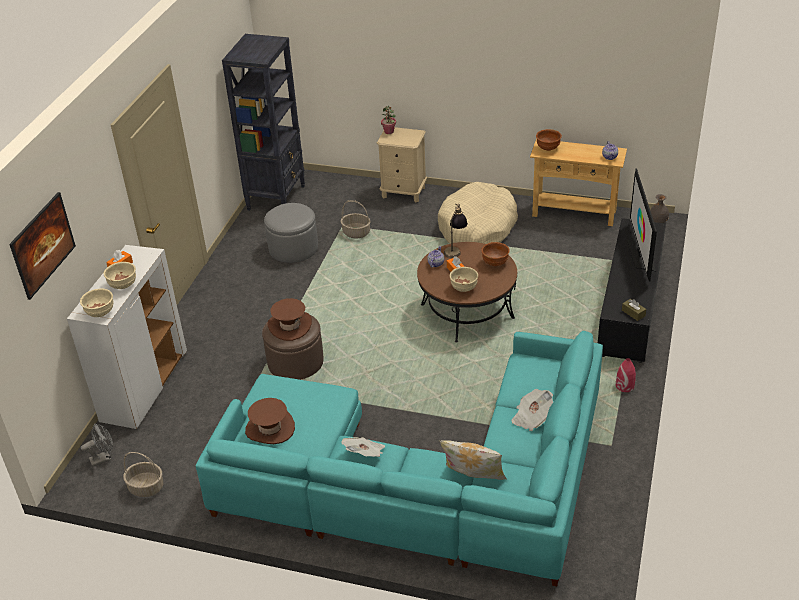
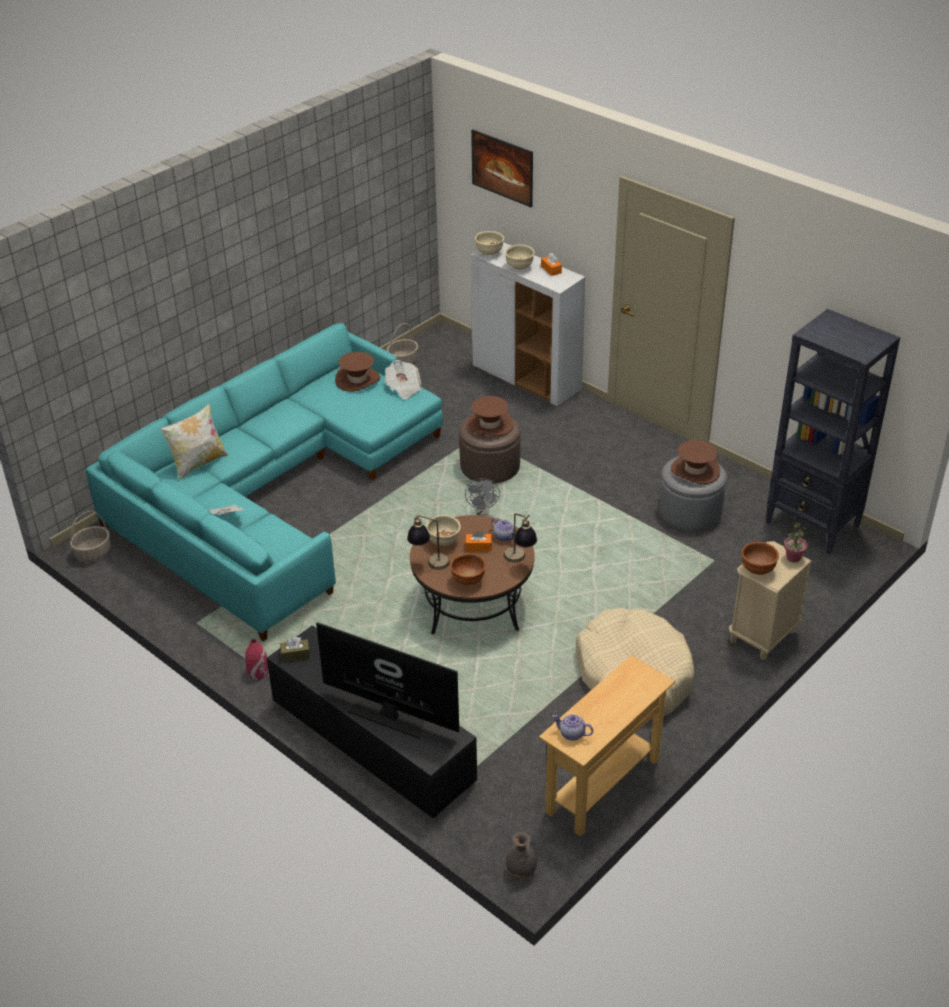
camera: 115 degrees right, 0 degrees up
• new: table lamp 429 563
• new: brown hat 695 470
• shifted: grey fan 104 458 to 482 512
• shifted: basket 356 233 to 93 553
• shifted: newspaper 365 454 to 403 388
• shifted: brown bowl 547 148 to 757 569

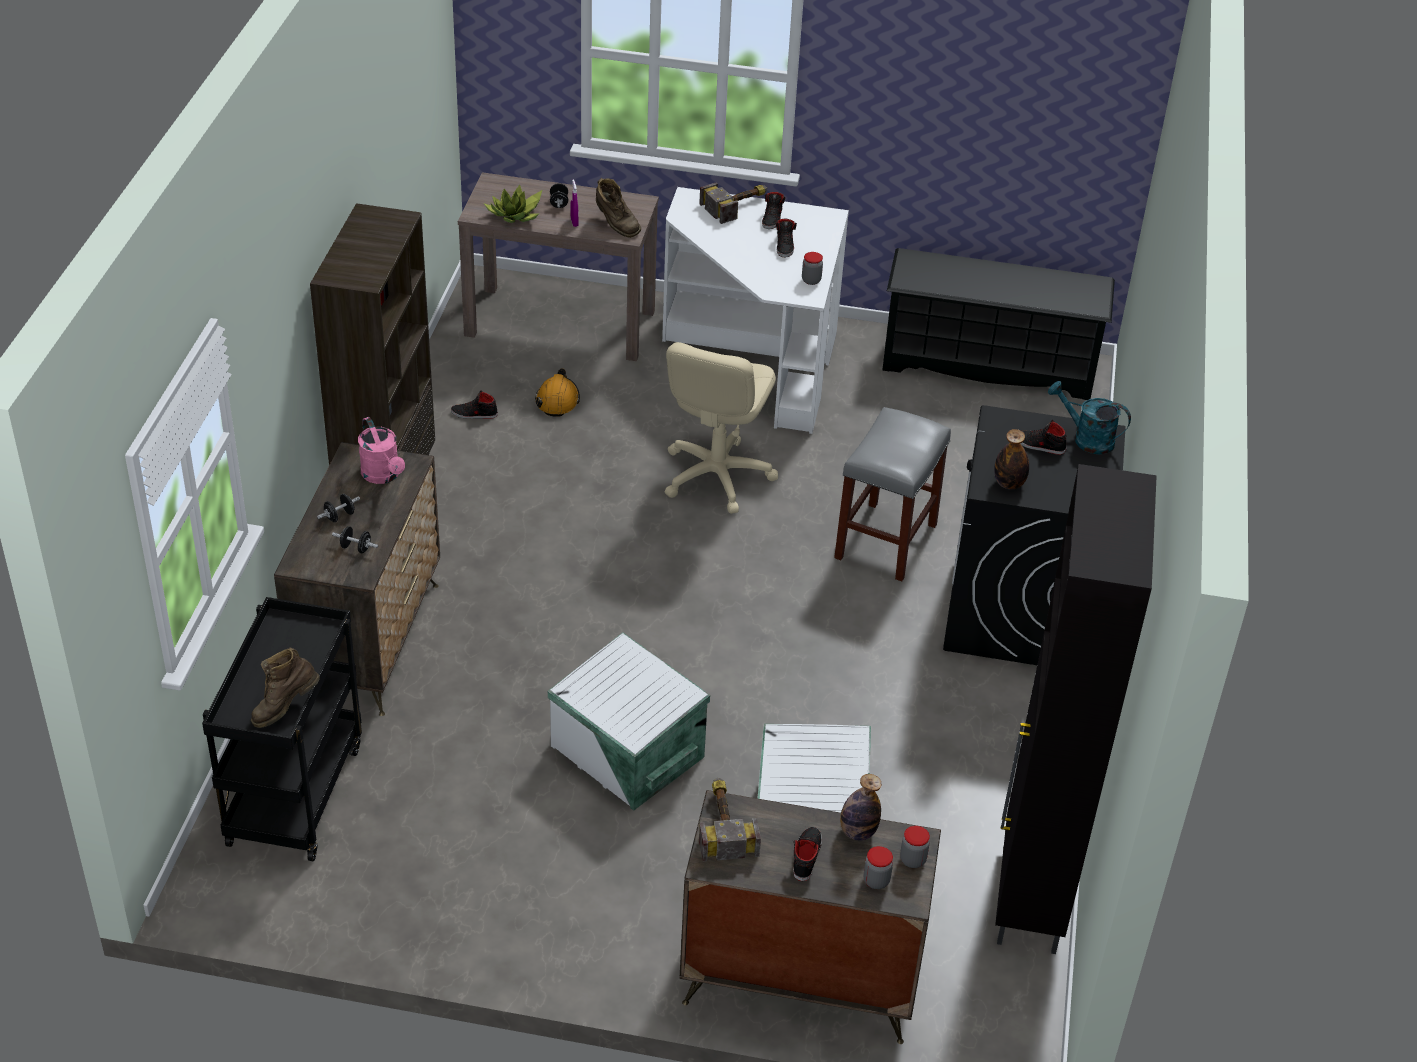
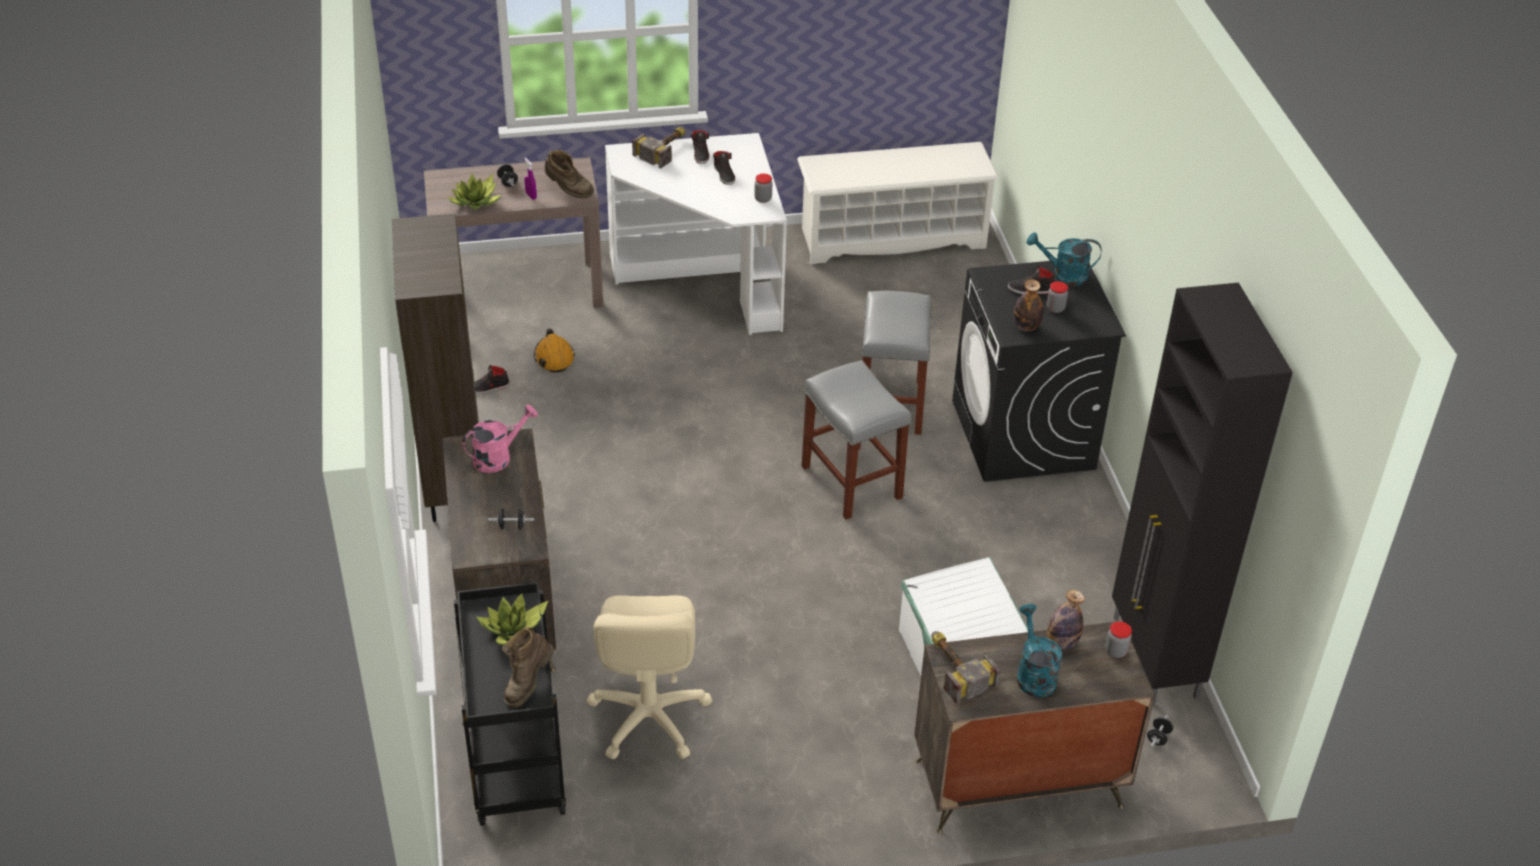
camera: 20 degrees left, 0 degrees up
• gone: white storage box 627 753
• new: potted plant 514 630
• new: grey stool 853 483
• shifted: black dumbbell 339 516 to 1158 738
• shifted: beige office chair 716 476 to 648 717
• shifted: jar 876 881 to 1055 308
• swapped: black shoe 806 856 to turquoise watering can 1033 674
• repainted: black shoe rack 989 364 to white shoe rack 892 238
• rotated: pink watering can 383 476 = 498 457 75 degrees counterclockwise

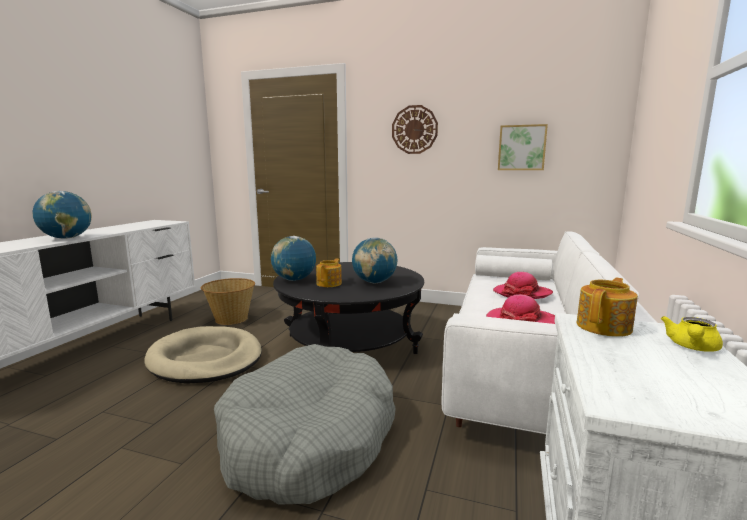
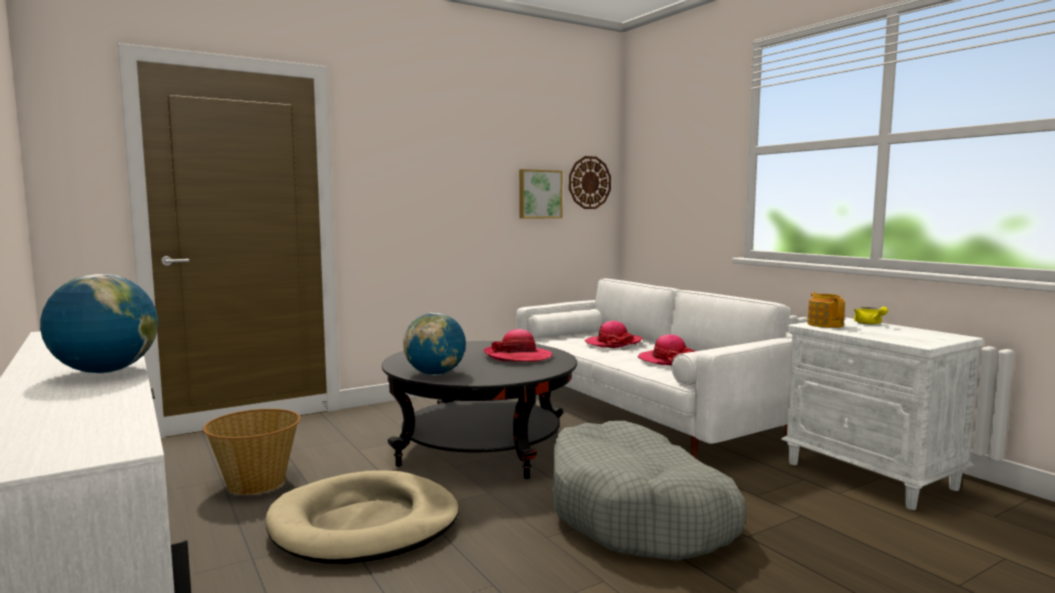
camera: 50 degrees left, 5 degrees down
• gone: teapot 329 283
• shifted: wall clock 414 129 to 589 182
• swapped: globe 374 282 to hat 518 357

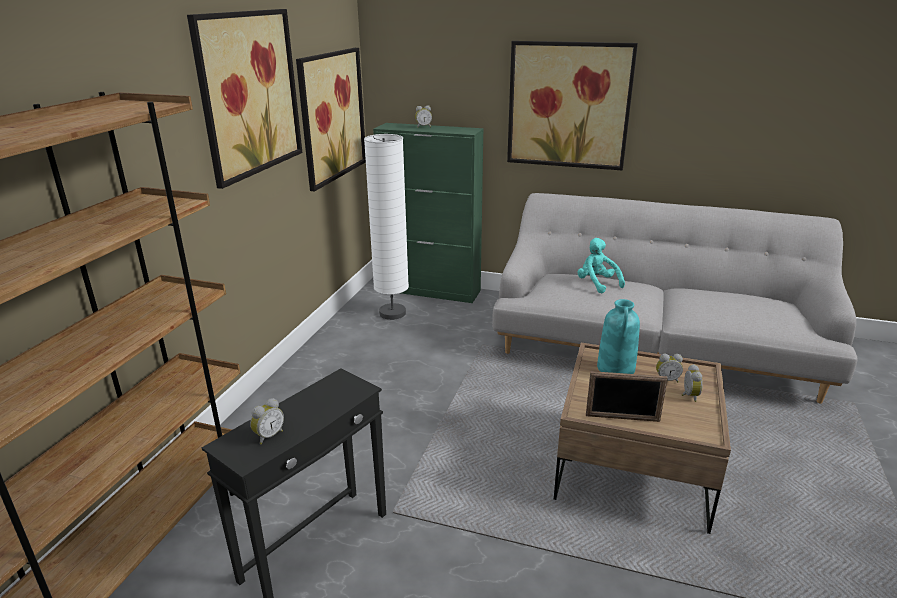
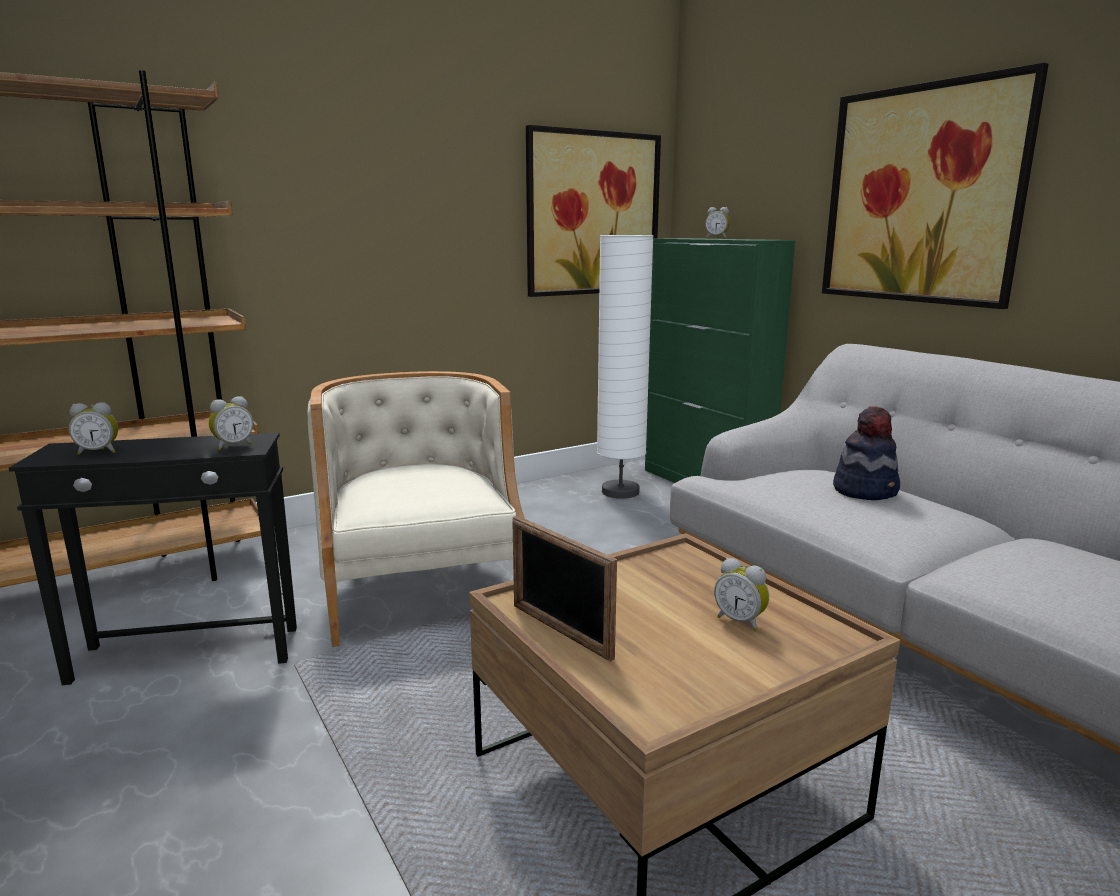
camera: 40 degrees right, 10 degrees down
• gone: picture 249 94
• gone: turquoise vase 616 369
• new: beige armchair 422 588
• shifted: alarm clock 688 396 to 233 446
• swapped: turquoise plush toy 597 284 to hat 865 490

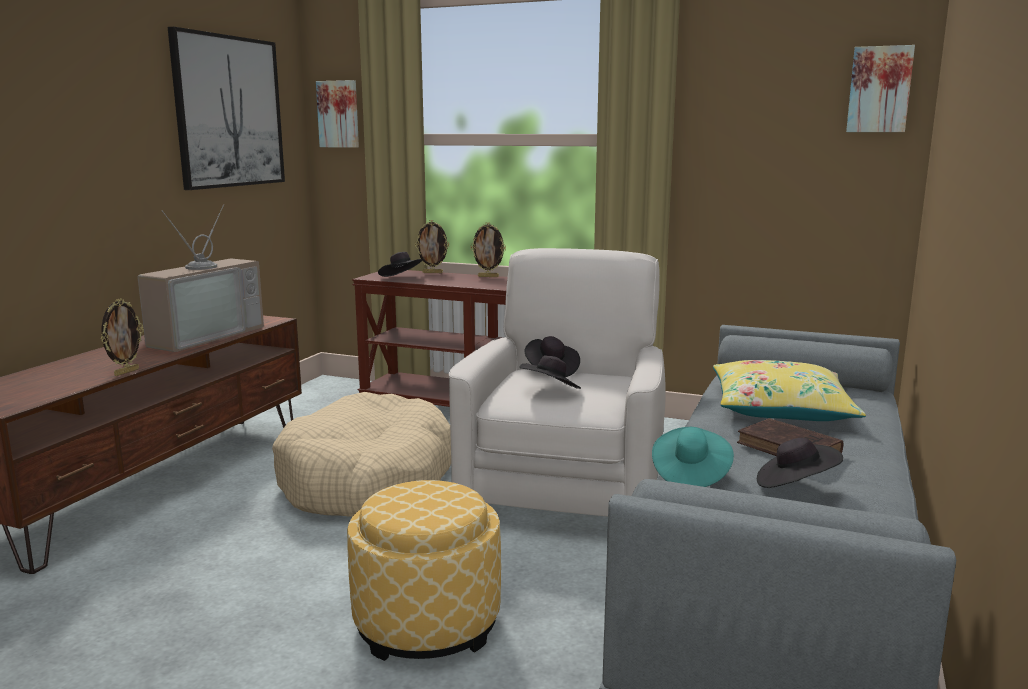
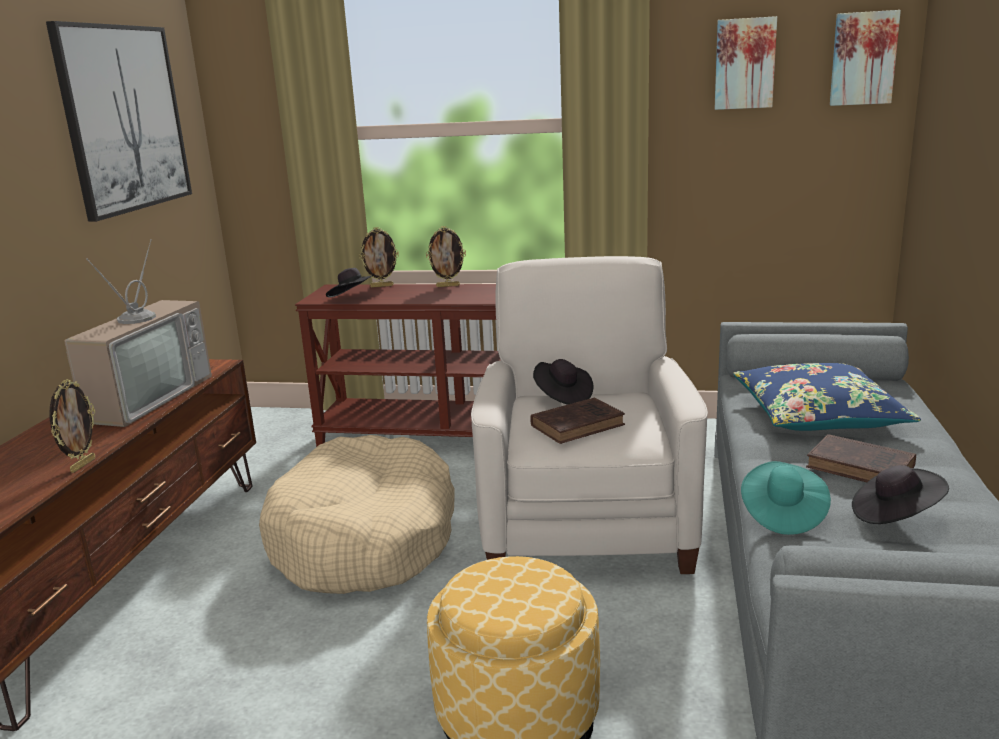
camera: 10 degrees left, 5 degrees up
• shifted: picture 339 114 to 744 64
• swapped: black hat 550 391 to brown book 579 425
• repainted: yellow pillow 780 408 to blue pillow 818 415

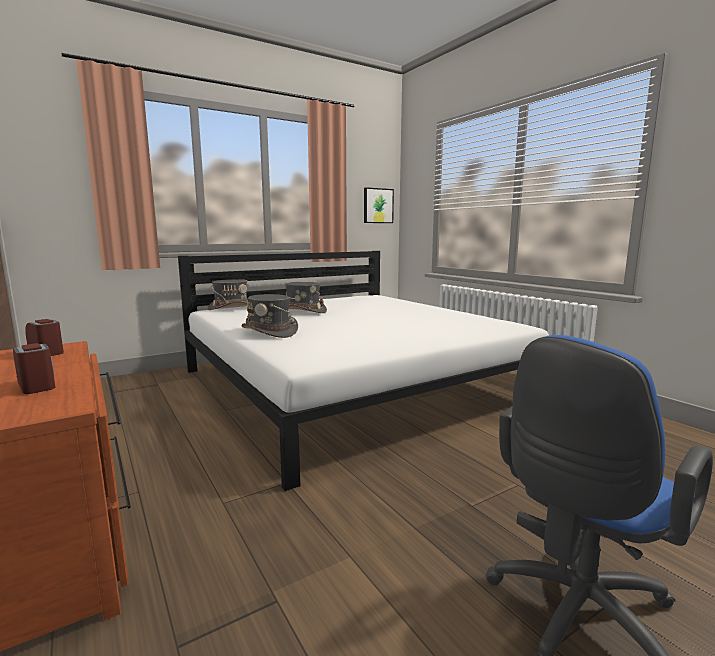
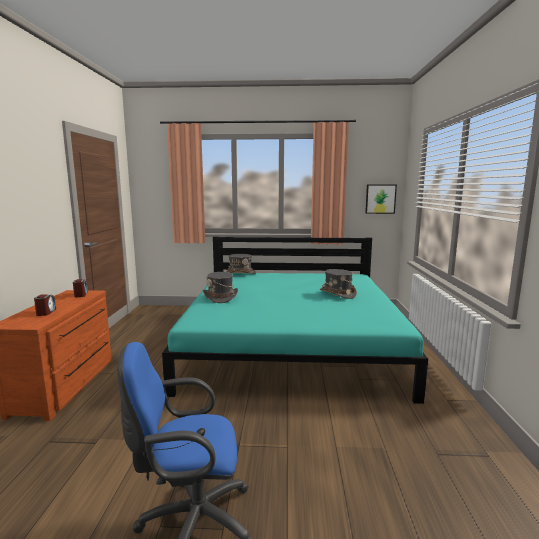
camera: 35 degrees right, 0 degrees up
• shifted: grey hat 303 311 to 337 294
• repainted: white bed 350 385 to turquoise bed 291 344

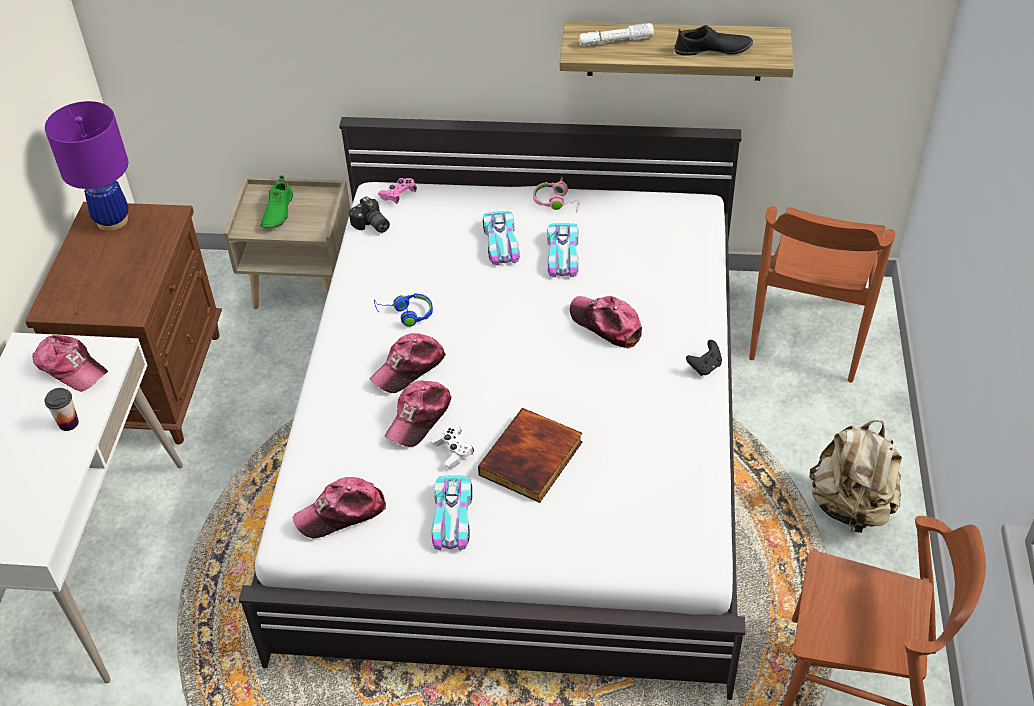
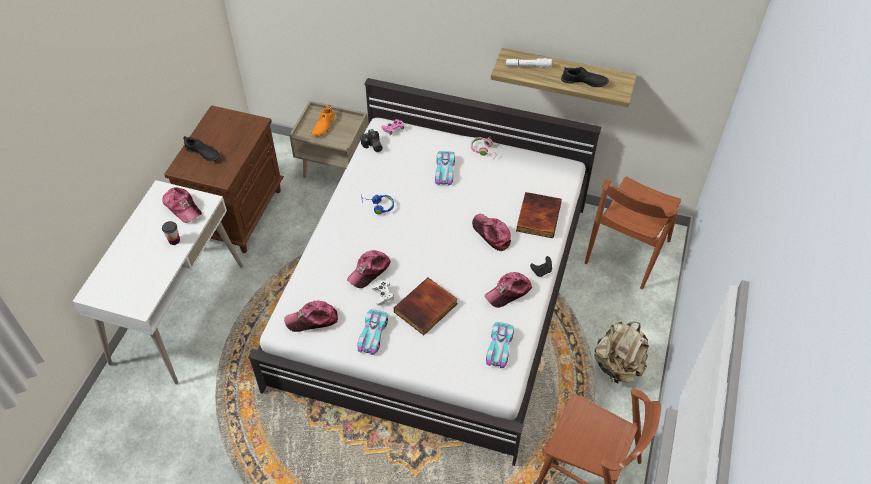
camera: 10 degrees right, 5 degrees up
• gone: purple table lamp 112 221
• new: black shoe 202 153
• new: book 537 216
• shifted: cap 409 368 to 508 292
• shifted: toy car 563 255 to 499 347
• repainted: green shoe 277 212 to orange shoe 323 126

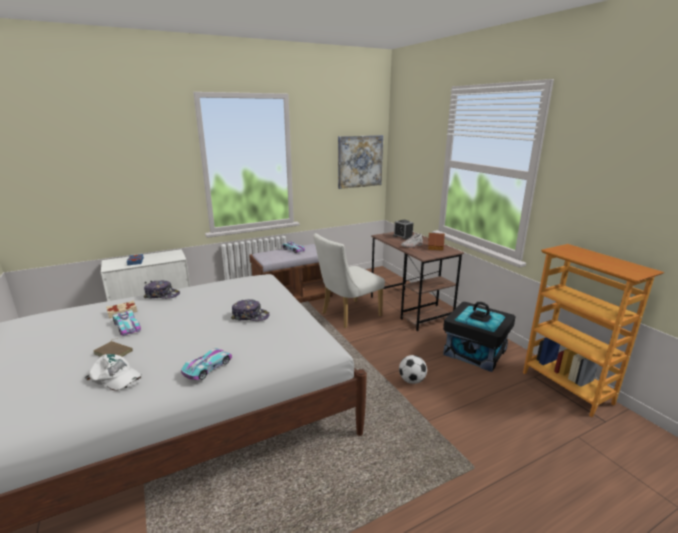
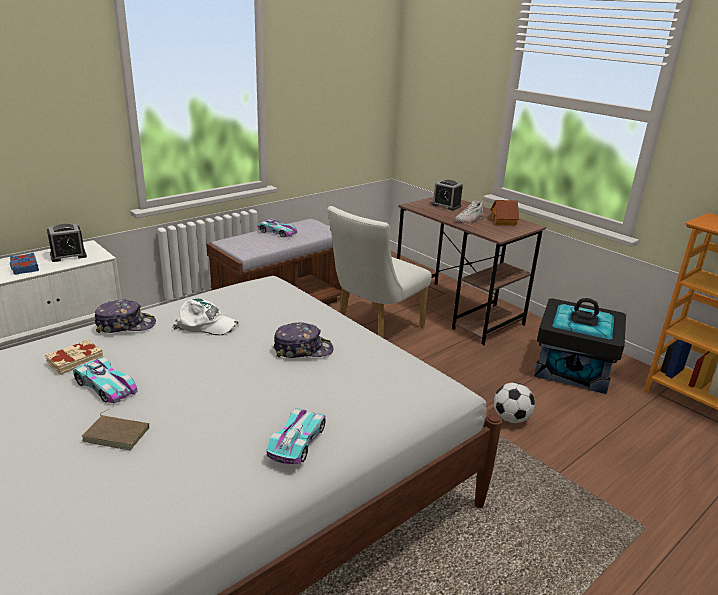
camera: 15 degrees left, 5 degrees up
• gone: picture 360 161
• new: alarm clock 68 255
• shifted: white cap 115 377 to 206 325

